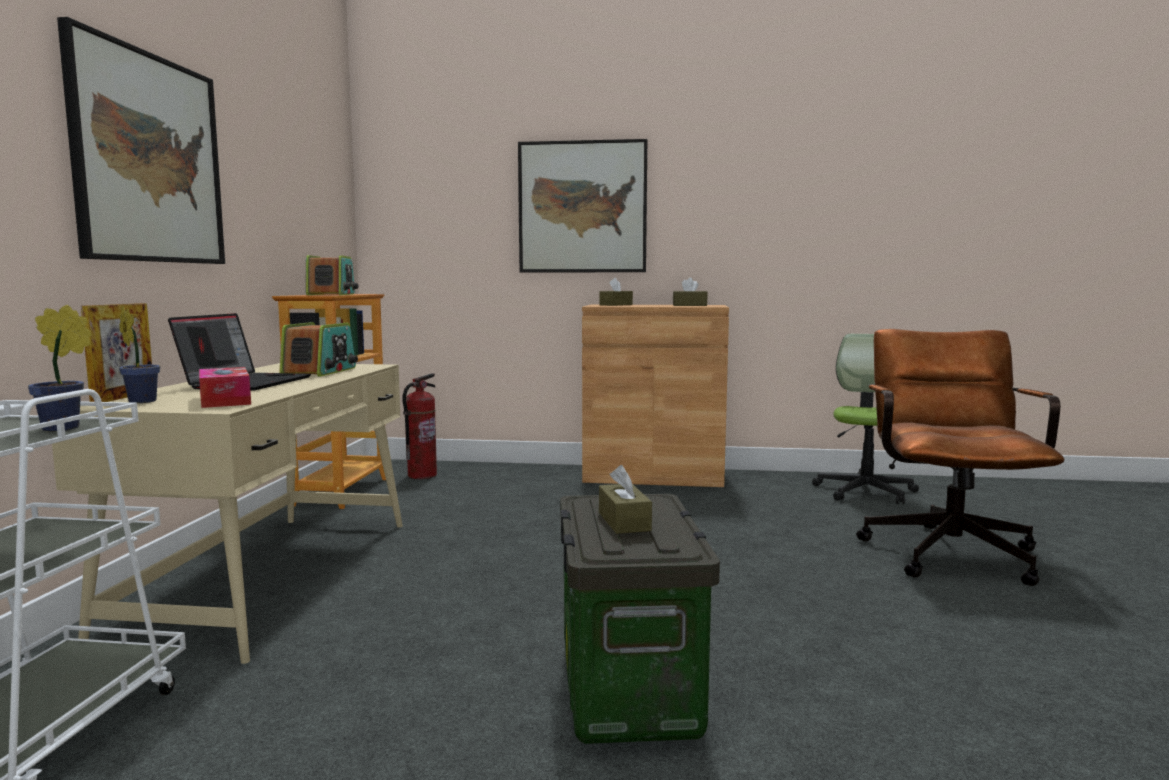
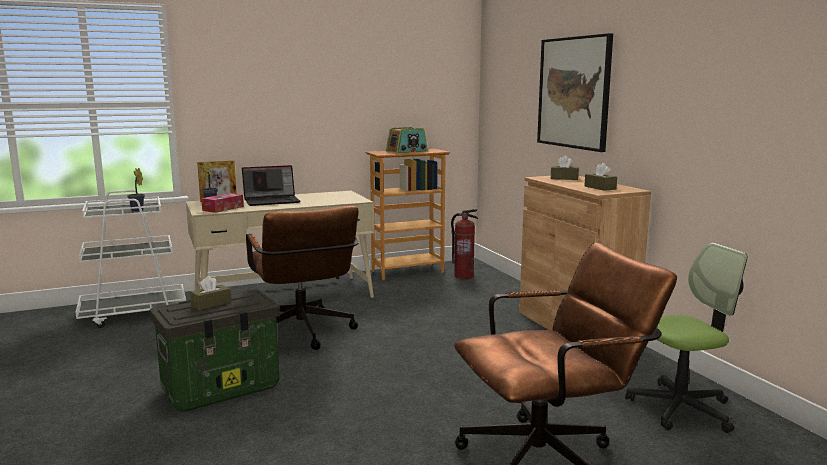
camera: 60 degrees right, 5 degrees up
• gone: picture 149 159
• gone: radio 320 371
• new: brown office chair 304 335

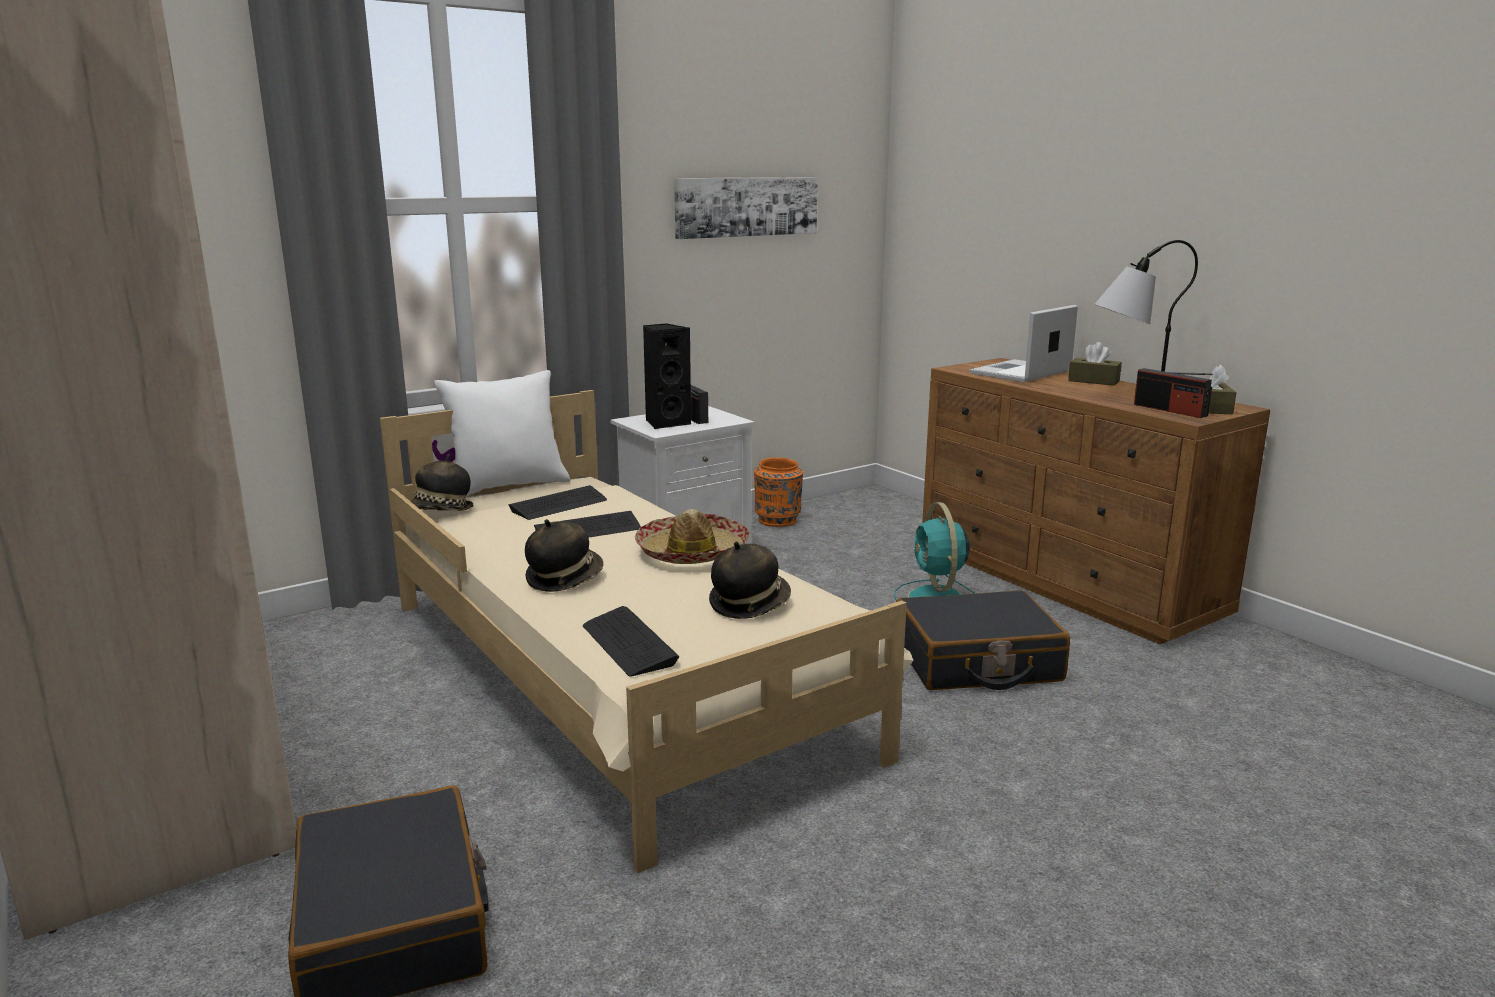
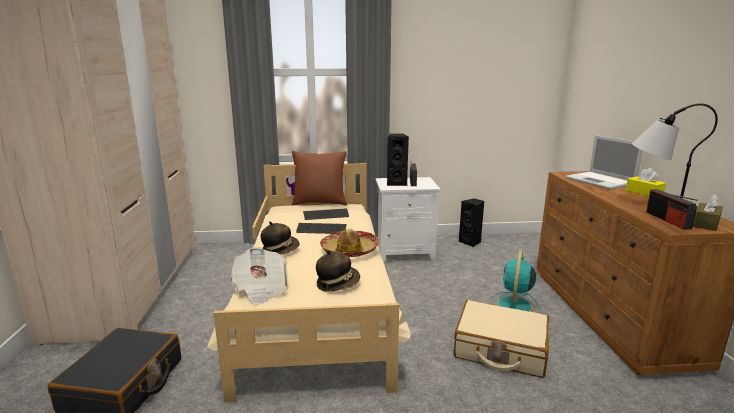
camera: 30 degrees right, 0 degrees up
• gone: hat 441 512
• gone: picture 746 206
• swapped: keyboard 628 644 to newspaper 261 289
• swapped: orange vase 778 521 to black speaker 471 242
• repainted: white pillow 508 486 to brown pillow 320 203
• repainted: black suitcase 977 662 to beige suitcase 500 349
• repainted: brown tissue box 1093 381 to yellow tissue box 644 193
• rotated: laptop 1020 373 = 600 181 105 degrees counterclockwise

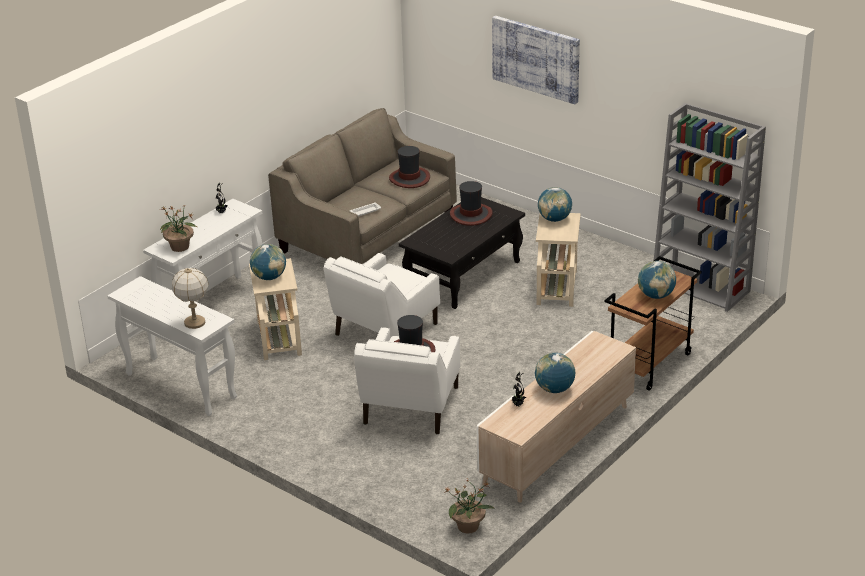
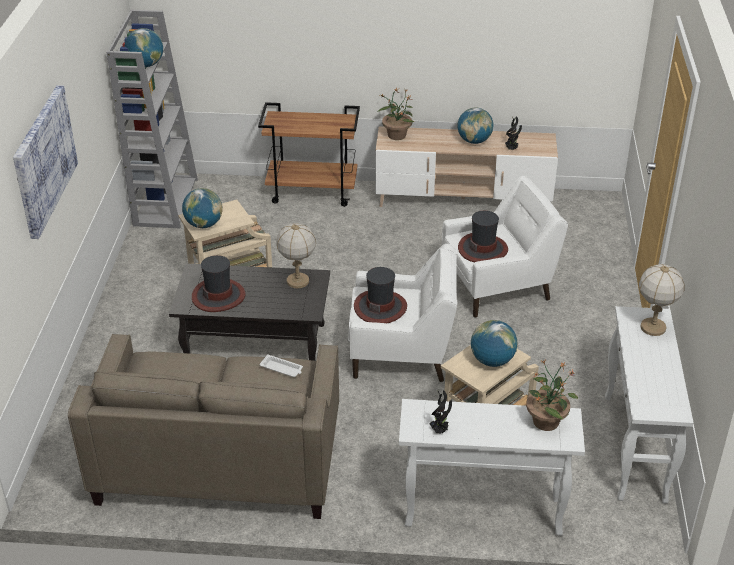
camera: 125 degrees left, 5 degrees up
• new: table lamp 297 281
• shifted: hat 409 178 to 380 307
• shifted: potted plant 469 526 to 396 135
• shifted: globe 656 295 to 146 65

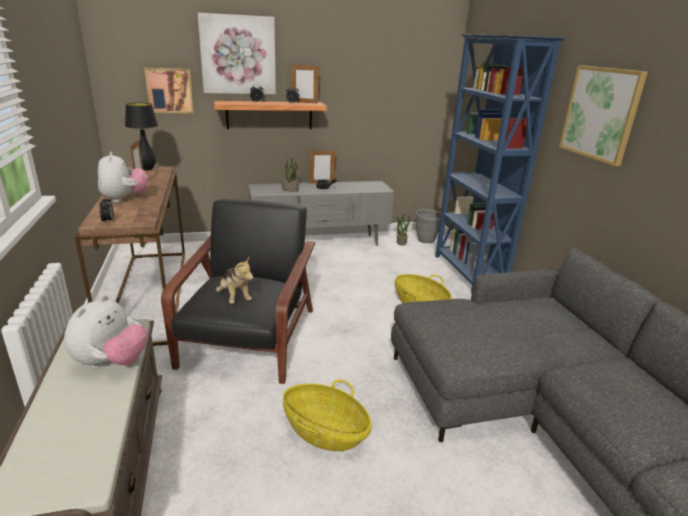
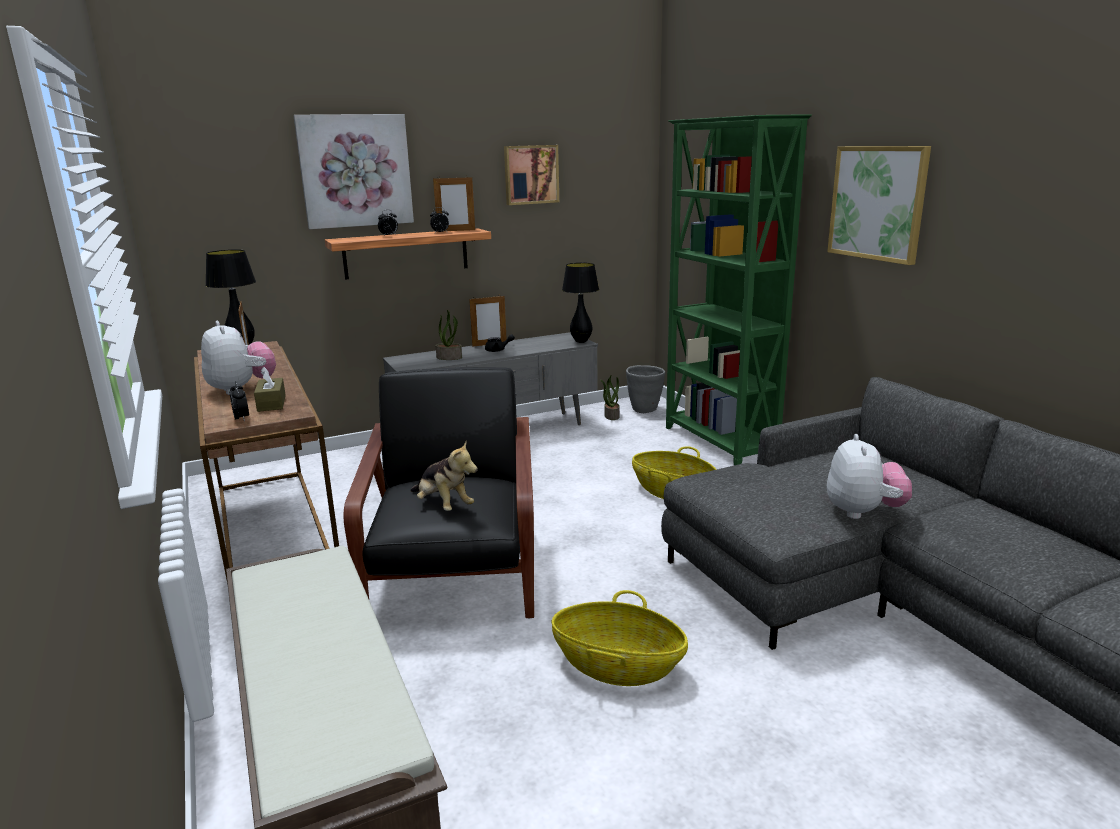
camera: 10 degrees left, 5 degrees down
• new: brown tissue box 271 403
• new: black table lamp 581 341
• shifted: plush toy 111 363 to 863 512
• shifted: picture 170 90 to 530 174
• repainted: blue bookcase 468 273 to green bookcase 719 443

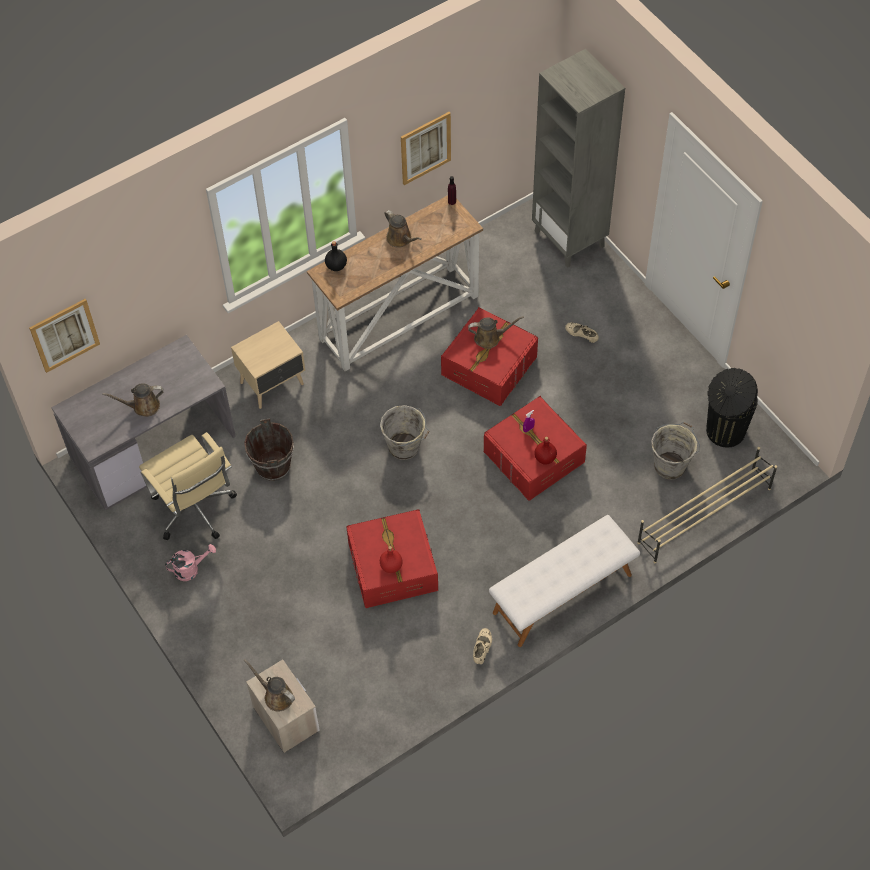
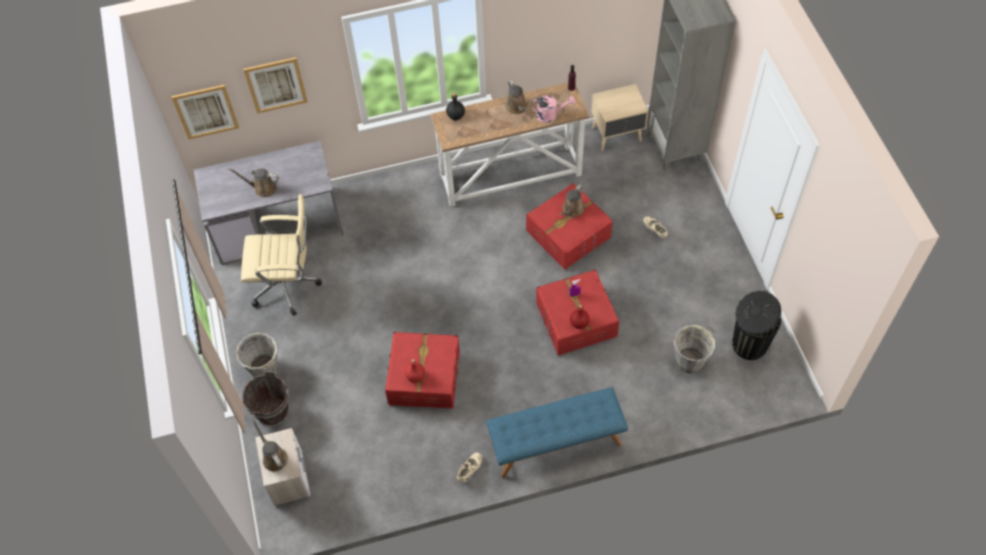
camera: 20 degrees right, 0 degrees up
• gone: beige shoe rack 703 515
• shifted: pink watering can 191 569 to 550 115
• shifted: beige nightstand 273 384 to 617 135
• shifted: brown bucket 272 466 to 272 412
• shifted: grey bucket 405 447 to 265 369
• shifted: picture 425 148 to 276 85
• repainted: white bench 563 594 to blue bench 556 444
• rotated: beige office chair 196 511 = 289 286 75 degrees counterclockwise
• rotated: brown watering can 490 338 = 572 210 105 degrees clockwise

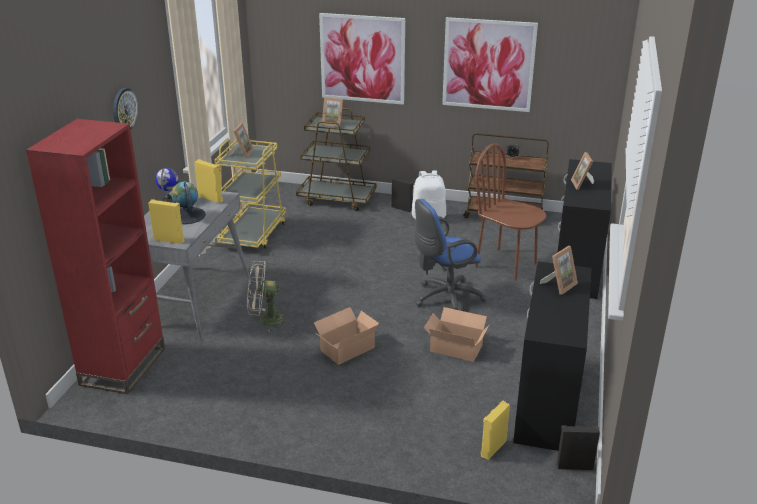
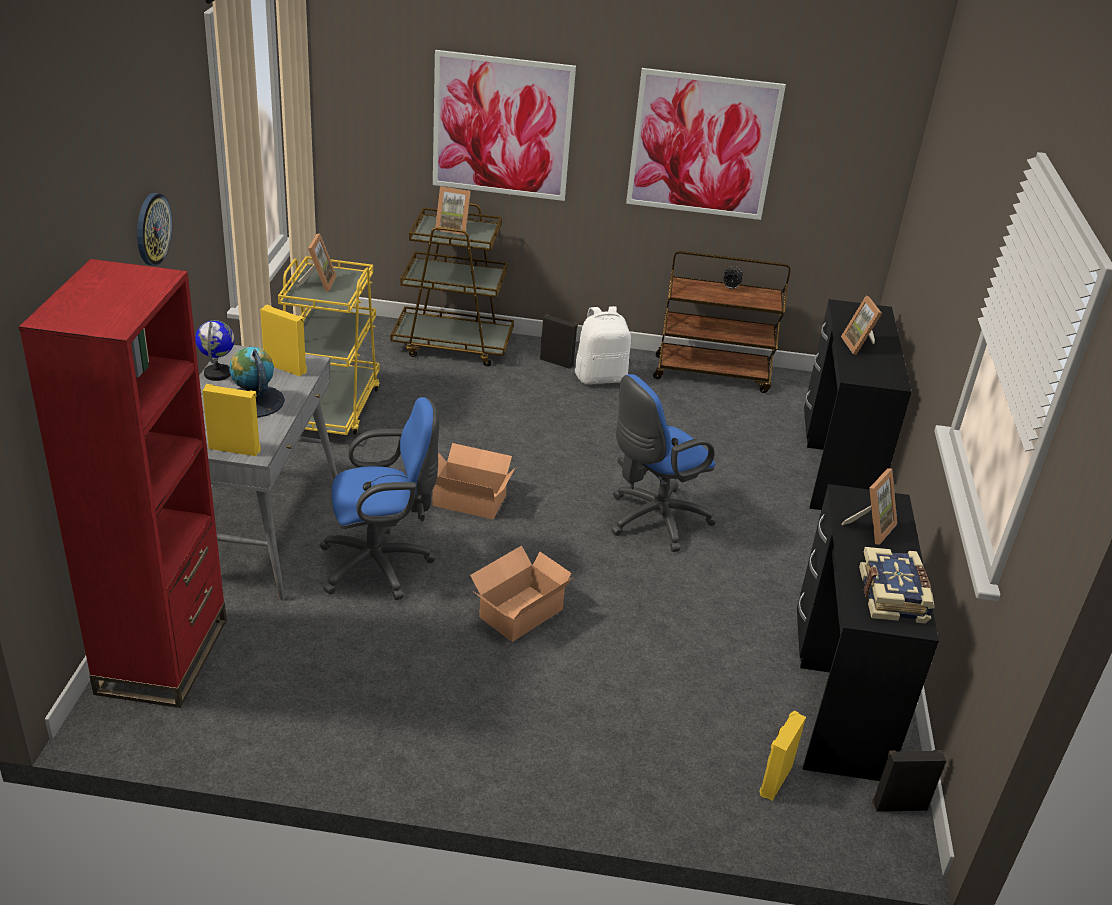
camera: 10 degrees left, 5 degrees up
• gone: brown chair 506 264
• new: book 894 596
• shifted: cardboard box 455 346 to 468 498
• swapped: beige fan 265 320 to blue office chair 381 565

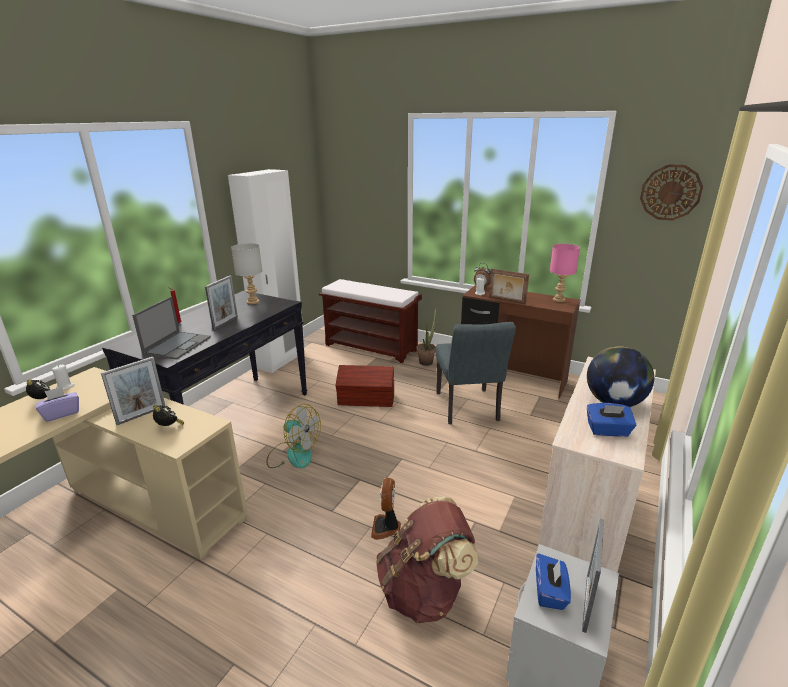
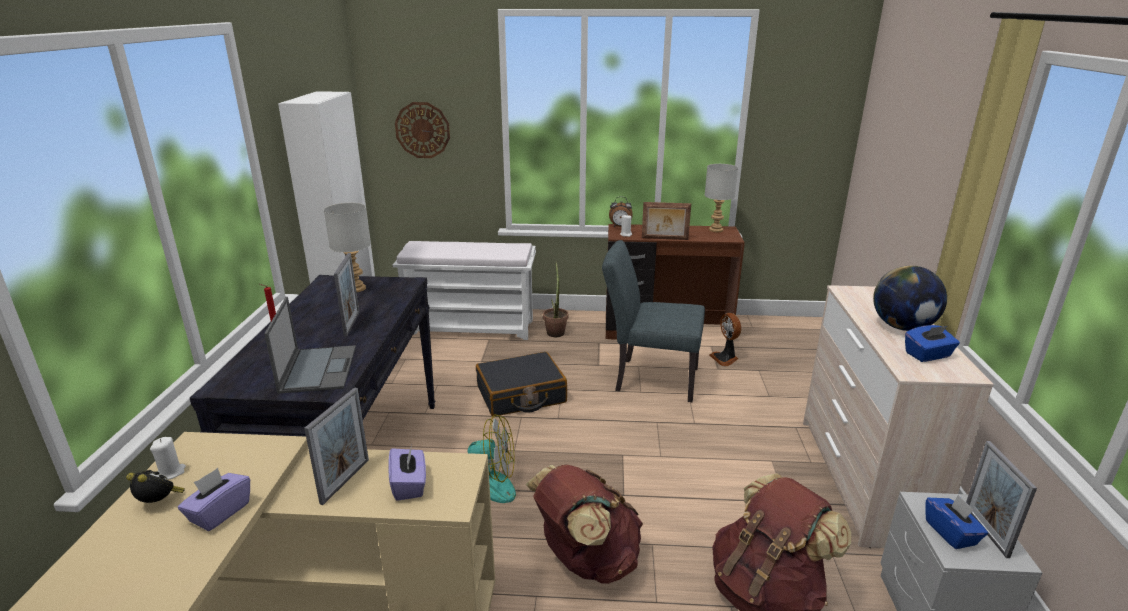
camera: 25 degrees left, 0 degrees up
• new: brown backpack 586 560
• shifted: fan 386 527 to 725 358
• shifted: wall clock 670 192 to 422 130
• swapped: alarm clock 169 427 to purple tissue box 409 485
• swapped: brown storage box 366 400 to black suitcase 521 395
• repainted: brown bench 372 347 to white bench 472 327
• repainted: pink table lamp 559 300 to grey table lamp 716 230
• rotated: grey chair 468 409 = 649 378 135 degrees clockwise

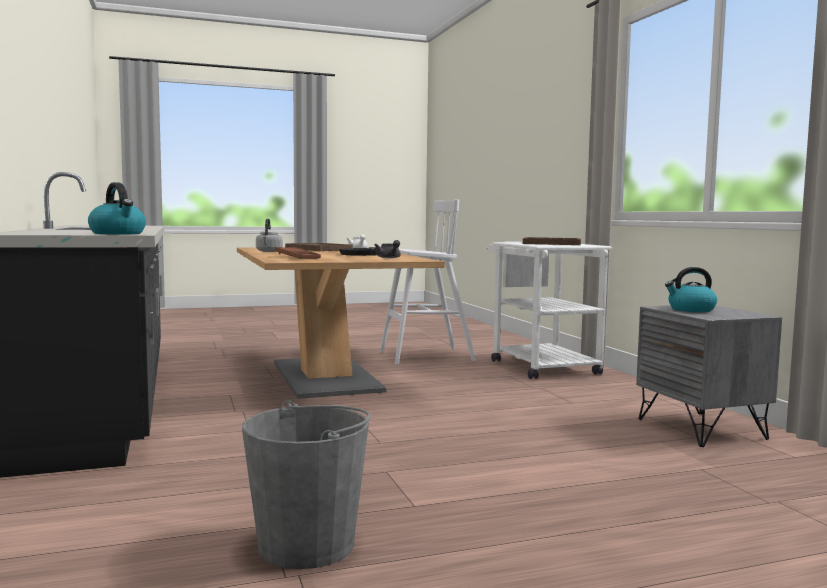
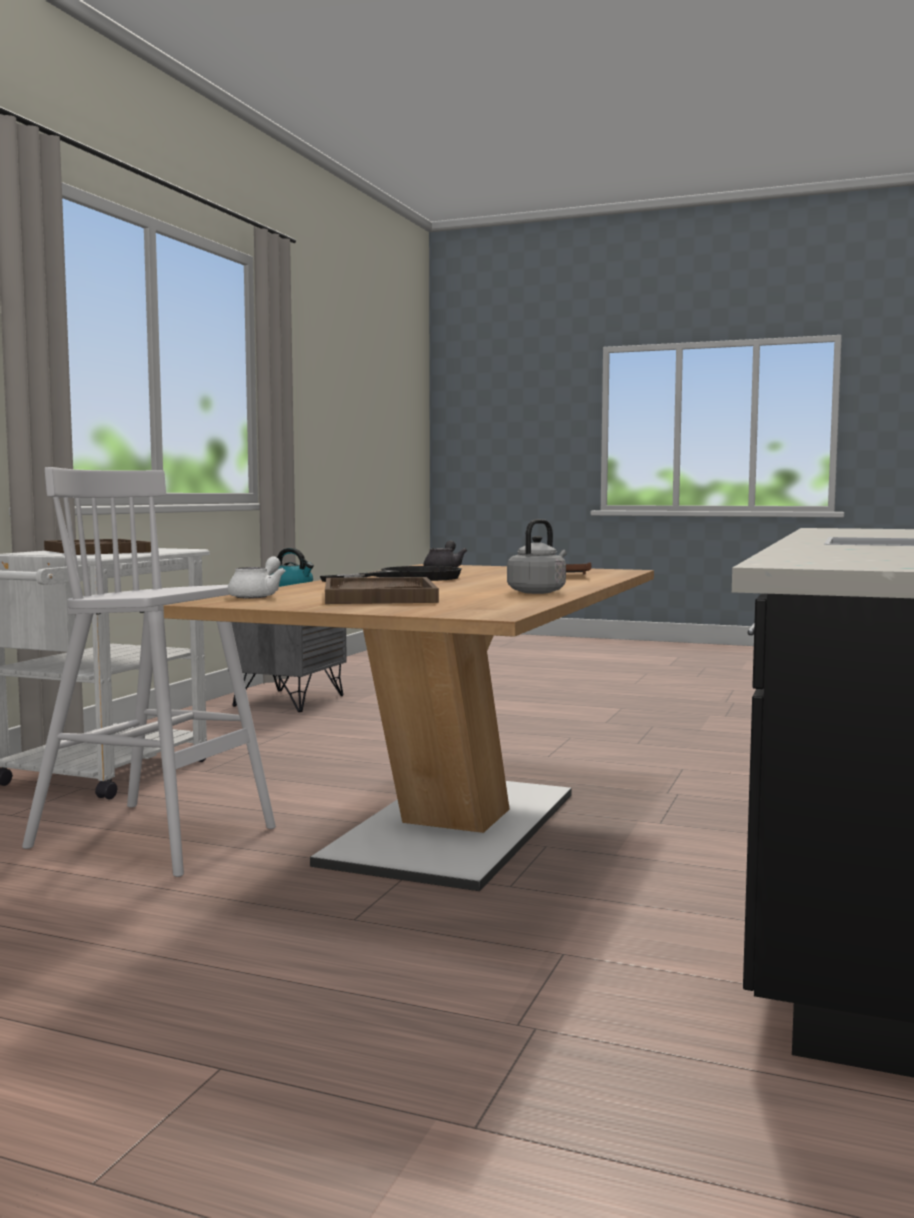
camera: 140 degrees left, 0 degrees up
• gone: kettle 118 233
• gone: grey bucket 307 544

